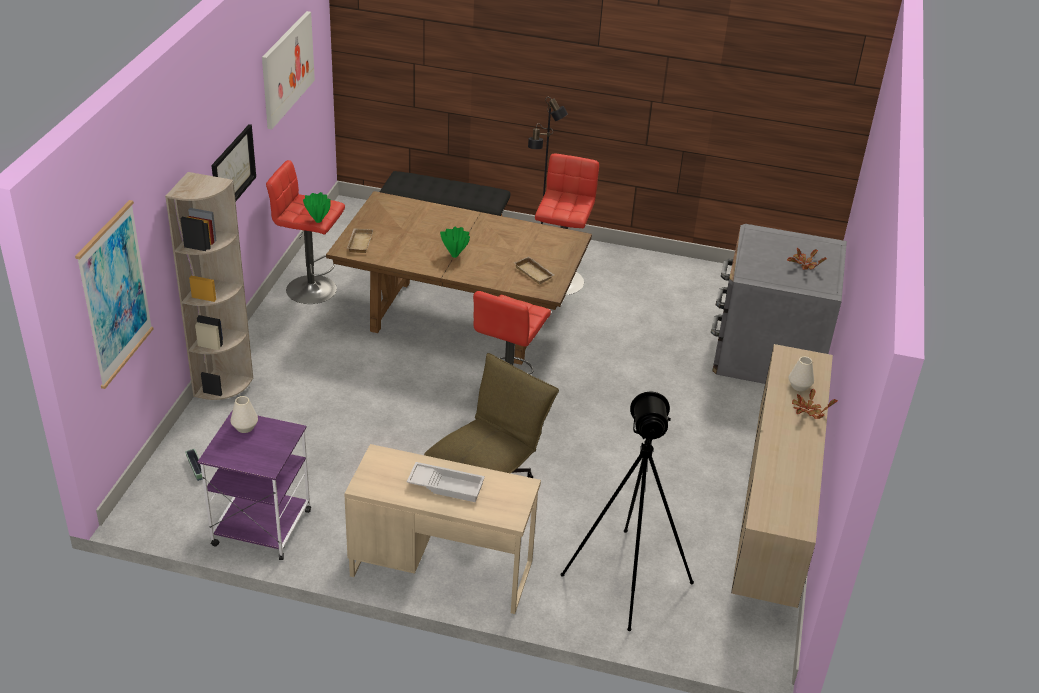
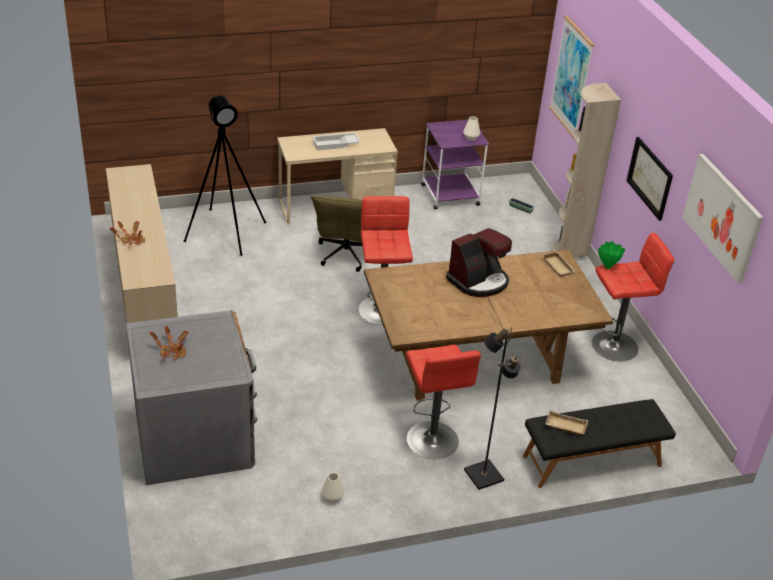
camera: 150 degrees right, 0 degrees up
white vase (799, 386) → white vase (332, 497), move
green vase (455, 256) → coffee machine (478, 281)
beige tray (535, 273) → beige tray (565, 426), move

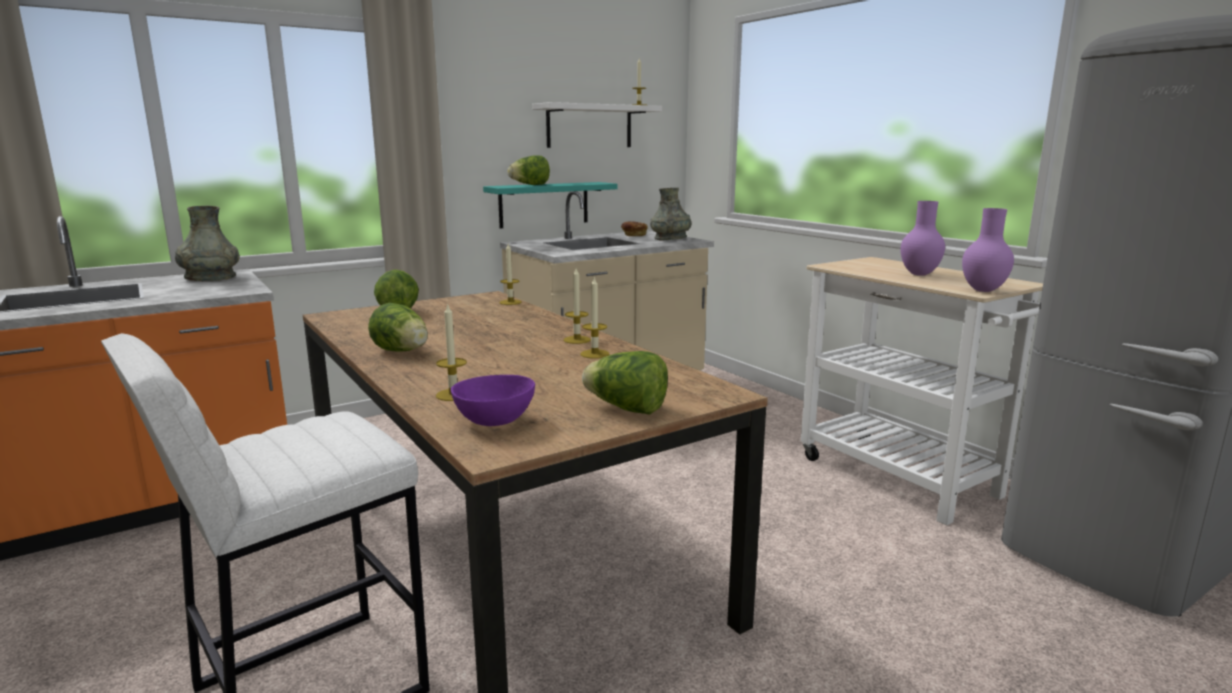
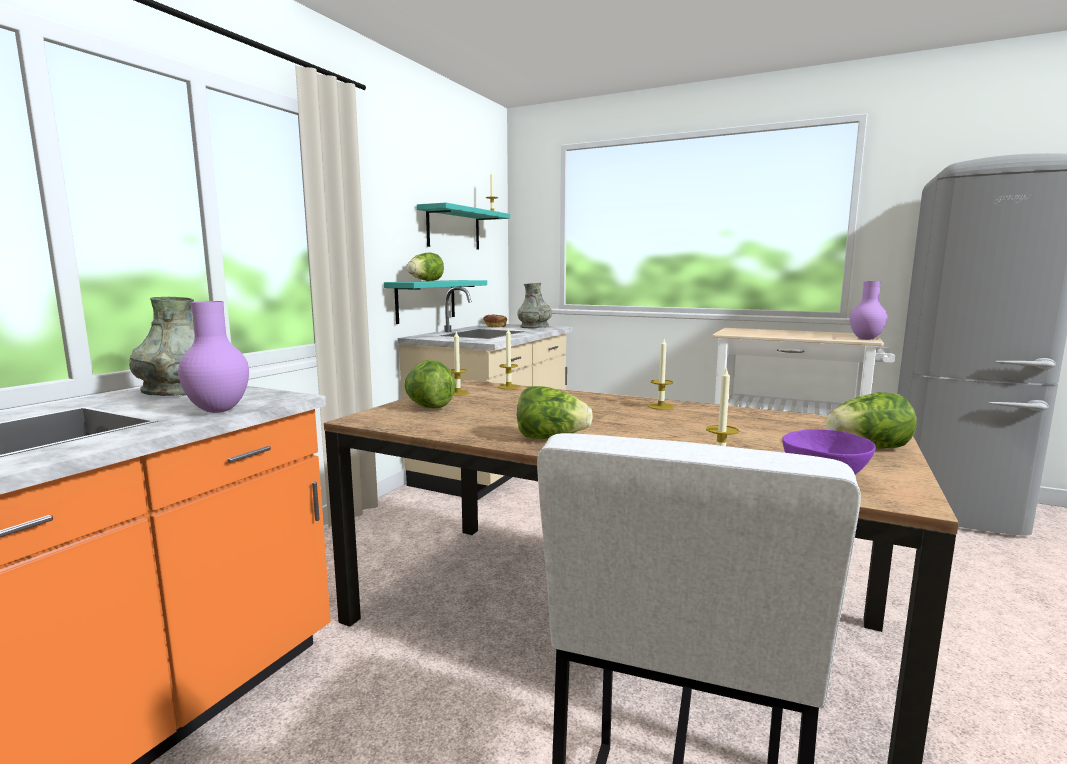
camera: 30 degrees left, 5 degrees down
purple vase (918, 274) → purple vase (217, 411), move
white shelf (589, 126) → turquoise shelf (453, 229)
candle (594, 354) → candle (457, 393), move

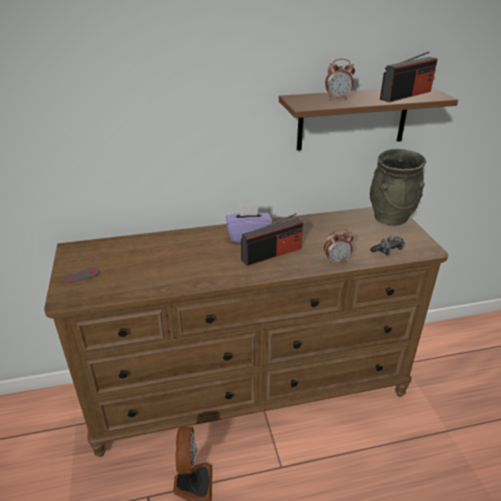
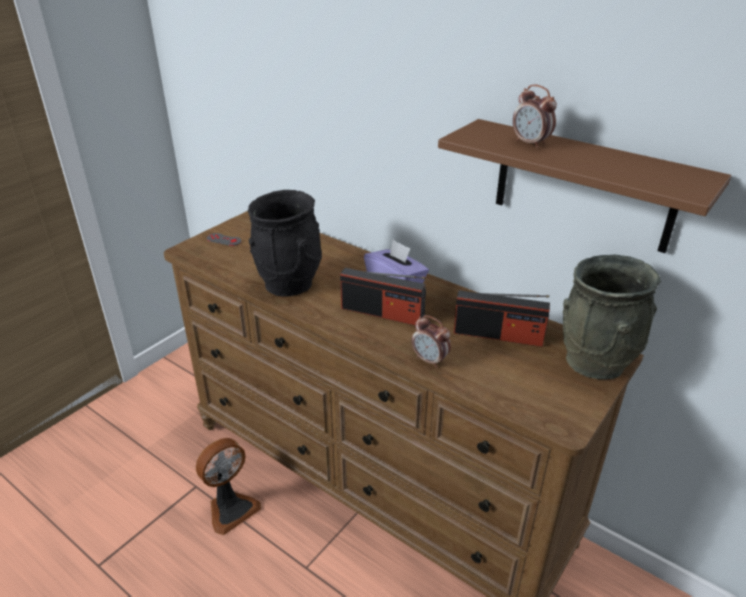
camera: 50 degrees right, 0 degrees up
- → black vase (289, 284)
radio (406, 95) → radio (498, 335), move
game controller (388, 250) → -

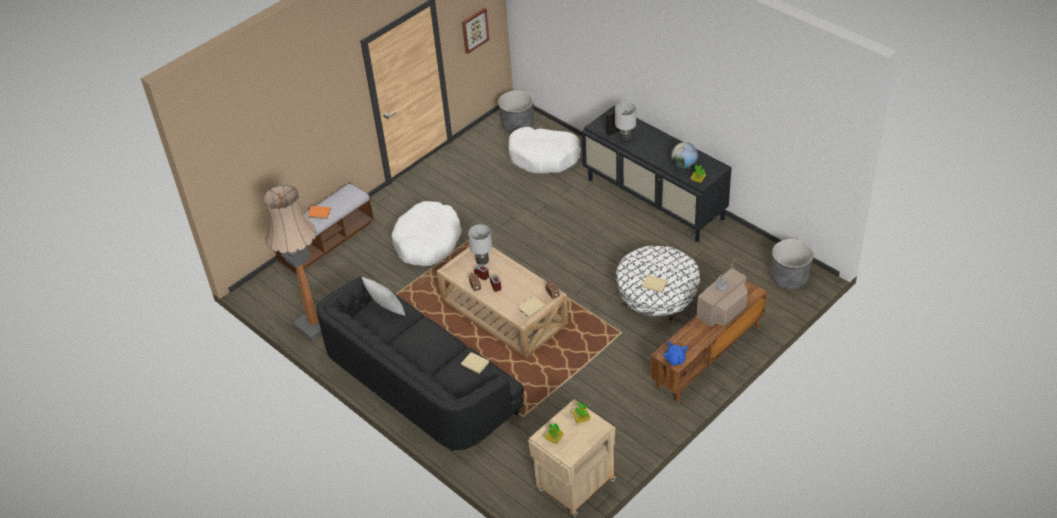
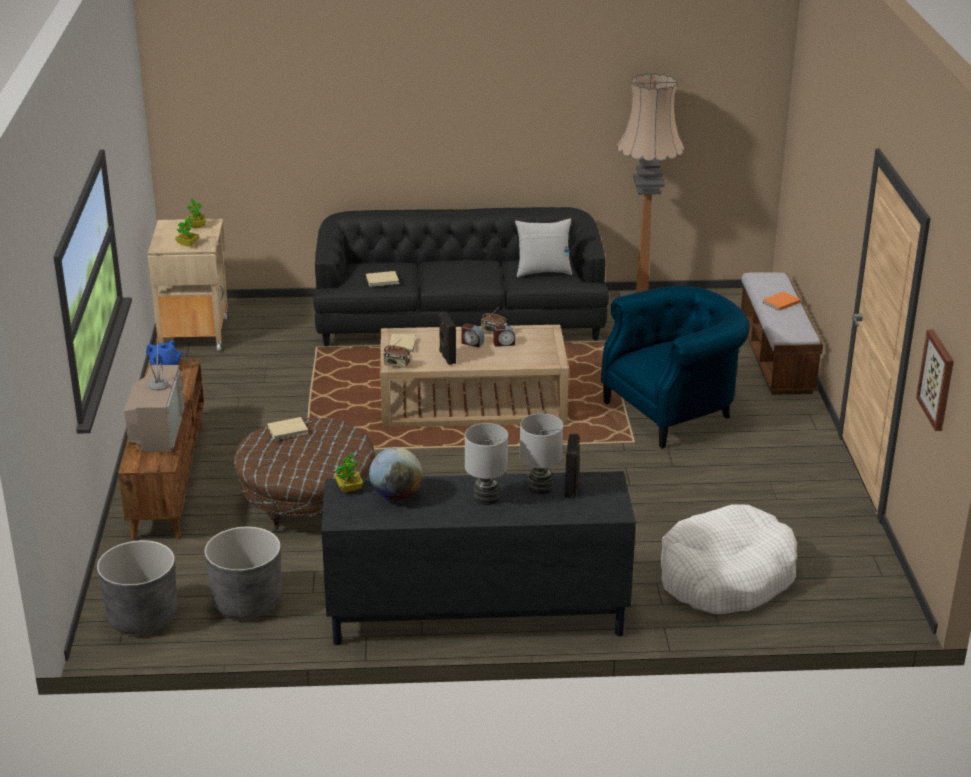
camera: 130 degrees right, 15 degrees down
grey planter (517, 126) → grey planter (247, 602), move
white ottoman (657, 298) → brown ottoman (307, 502)
- → black speaker (446, 357)
grey table lamp (482, 260) → grey table lamp (486, 498), move
white dog bed (427, 242) → blue armchair (674, 412)

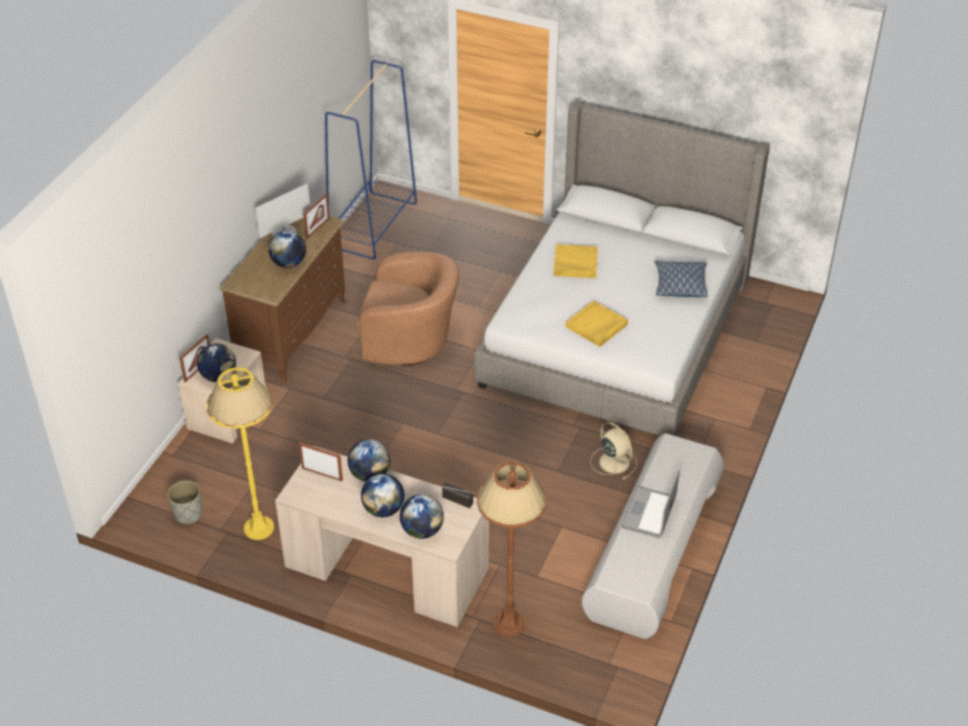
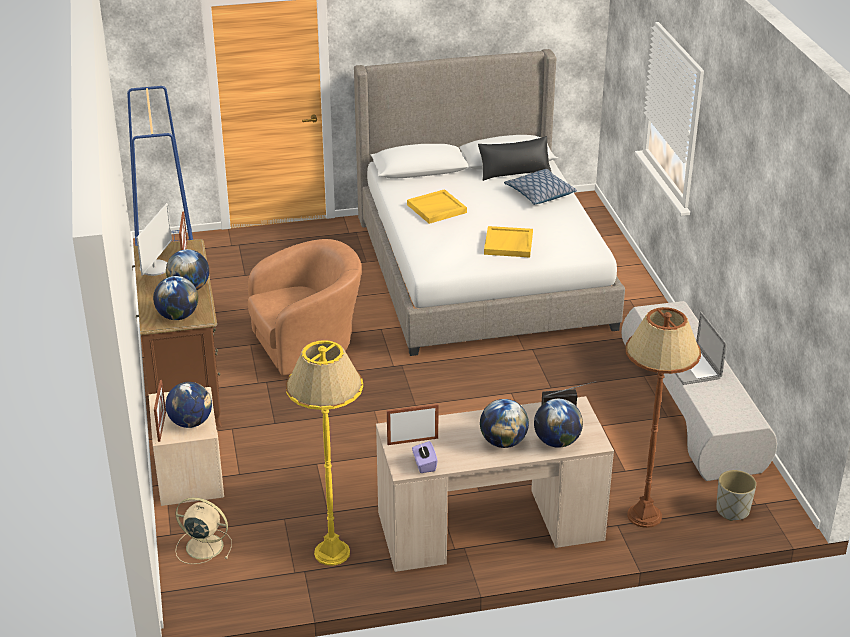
camera: 35 degrees left, 10 degrees down
globe (369, 474) → globe (177, 316), move
beige fan (613, 461) → beige fan (203, 546), move
- → purple tissue box (424, 465)
- → black pillow (514, 172)
grey planter (187, 514) → grey planter (732, 511), move

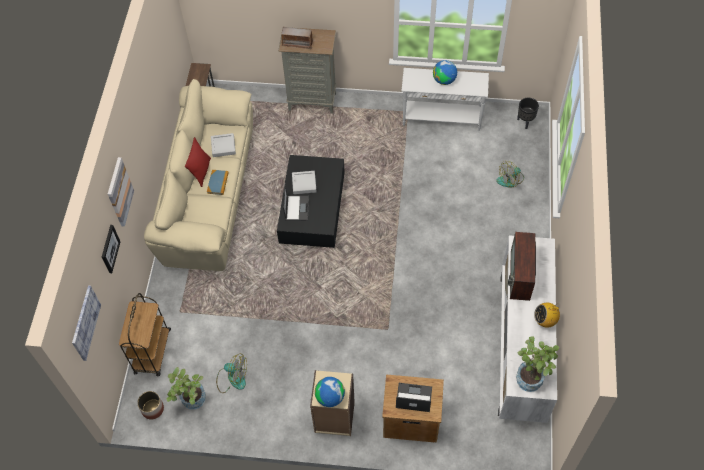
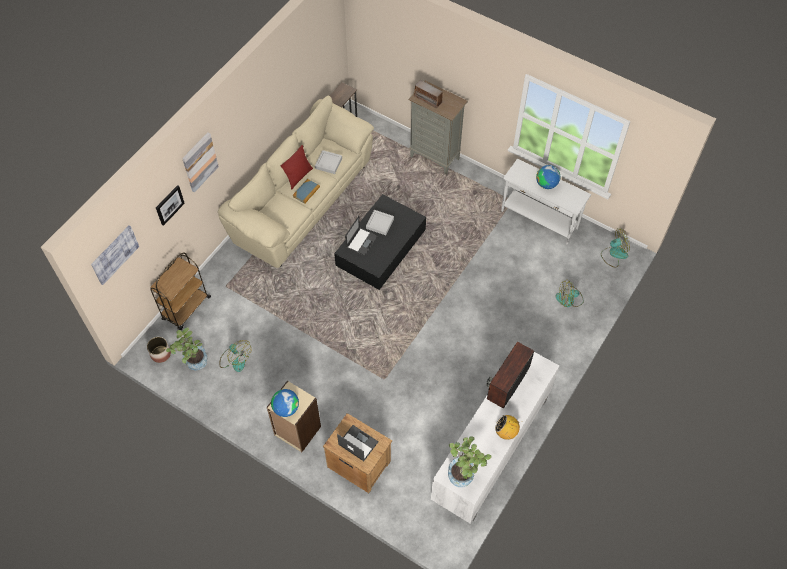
camera: 25 degrees right, 0 degrees up
black planter (525, 122) → fan (614, 254)

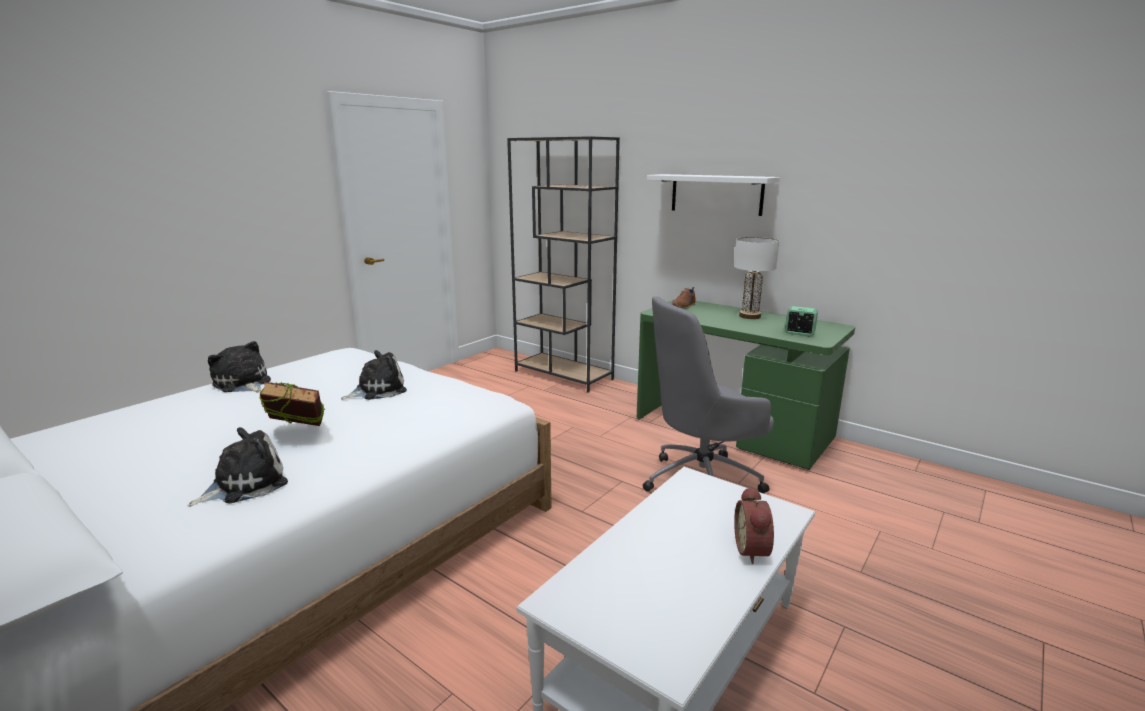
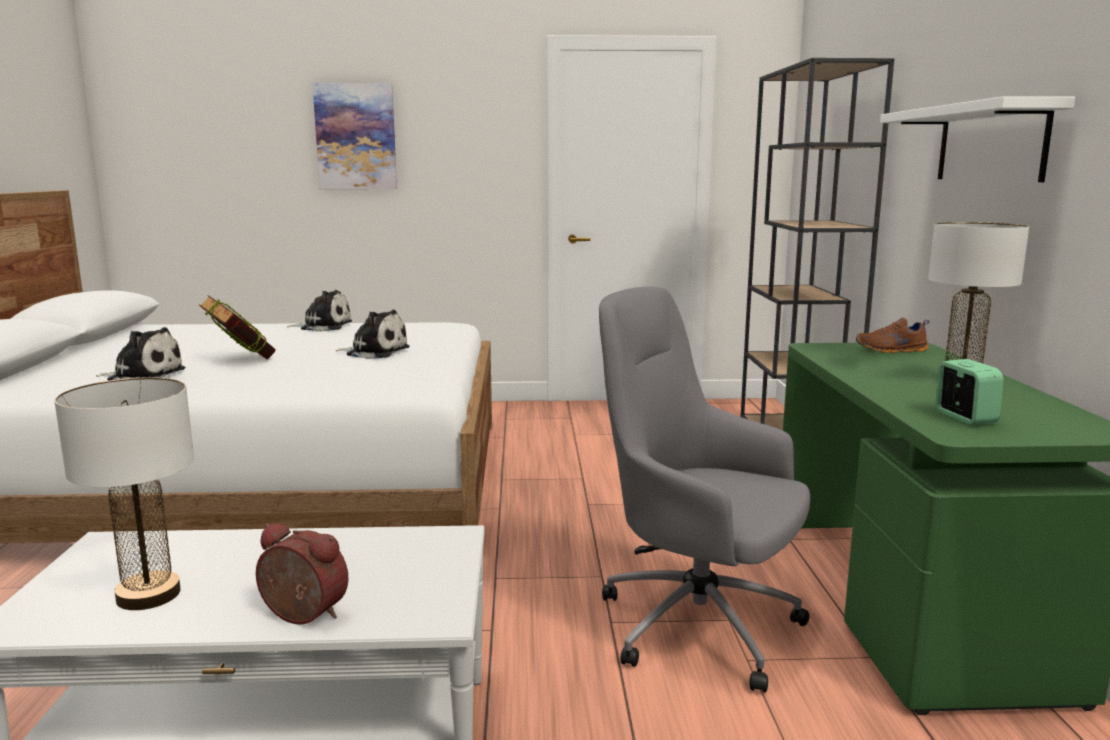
camera: 50 degrees right, 5 degrees down
- → table lamp (148, 595)
alarm clock (754, 550) → alarm clock (301, 617), 60 degrees clockwise
plush toy (243, 384) → plush toy (323, 326), 90 degrees clockwise
- → picture (356, 137)

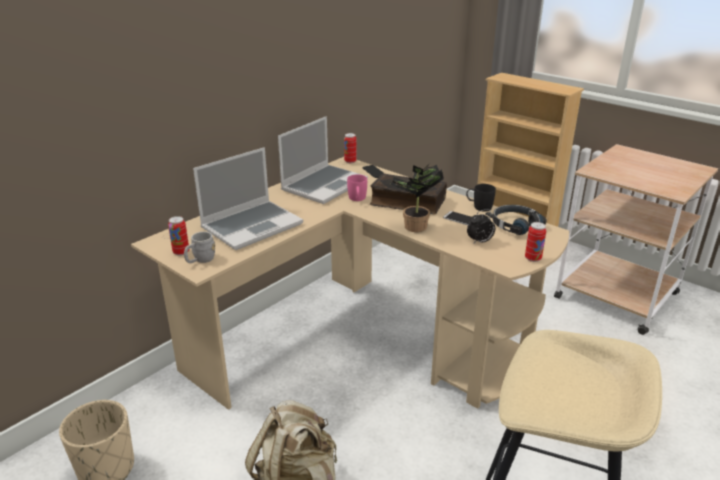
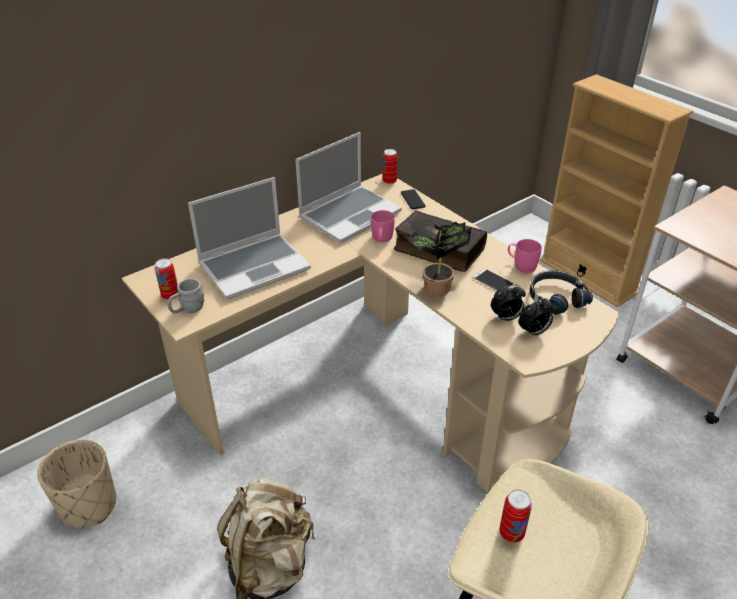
camera: 10 degrees right, 10 degrees up
can (533, 258) → can (511, 533), move
black mug (479, 207) → pink mug (521, 265)
- → alarm clock (533, 332)

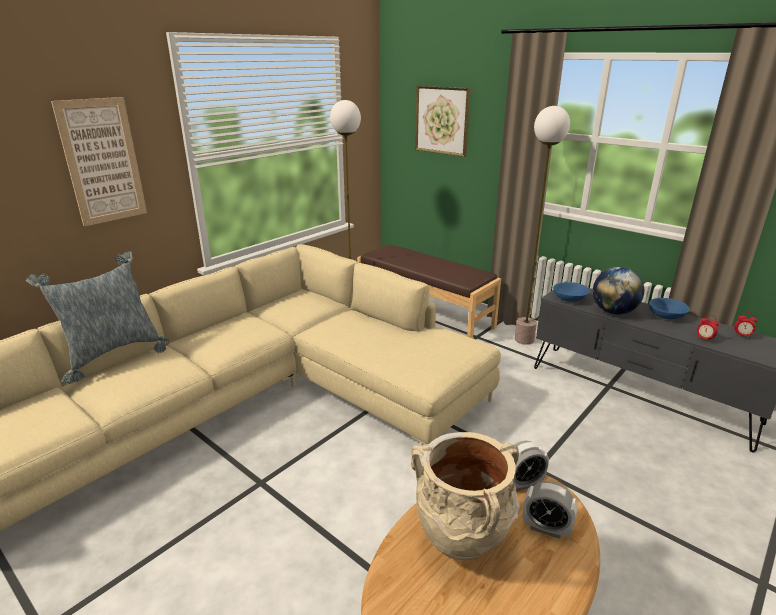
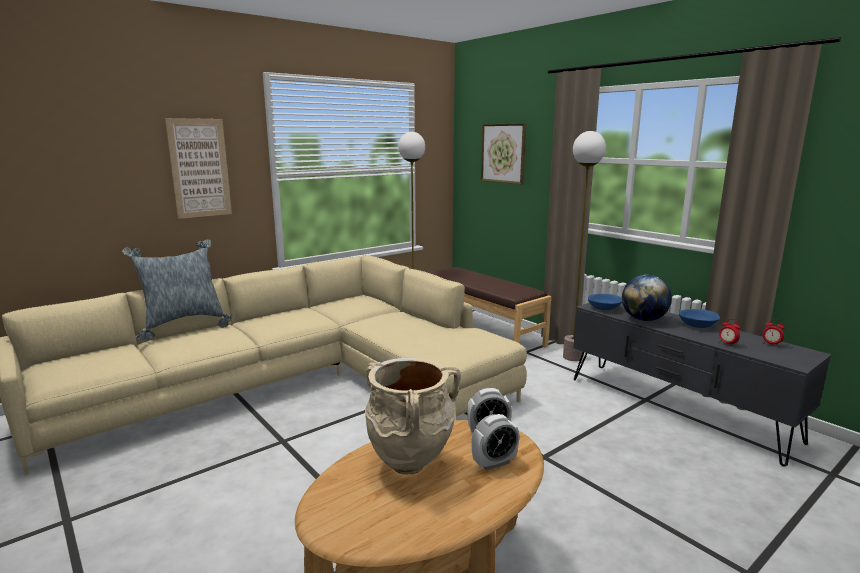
camera: 10 degrees right, 10 degrees down
alarm clock (546, 528) → alarm clock (494, 463), 60 degrees counterclockwise

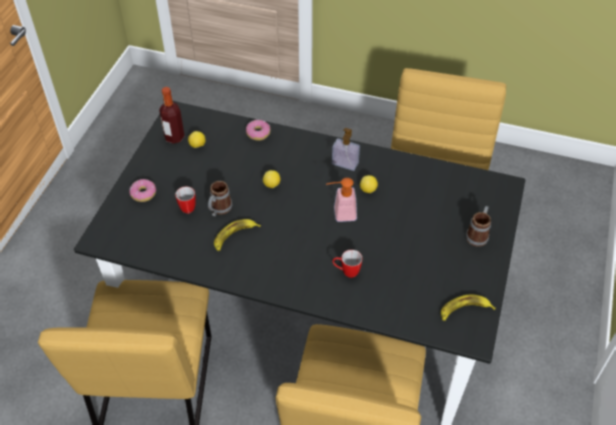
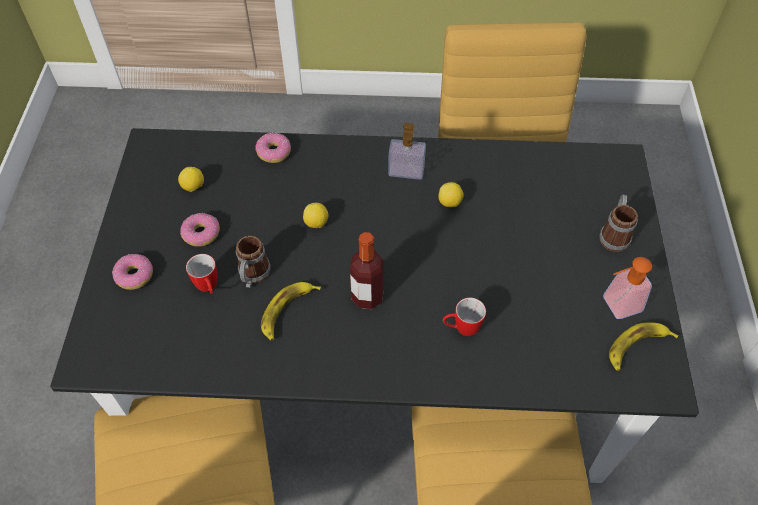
camera: 15 degrees left, 5 degrees up
- → donut (201, 234)
bottle (174, 137) → bottle (367, 297), move
soap dispenser (340, 214) → soap dispenser (615, 306), move

